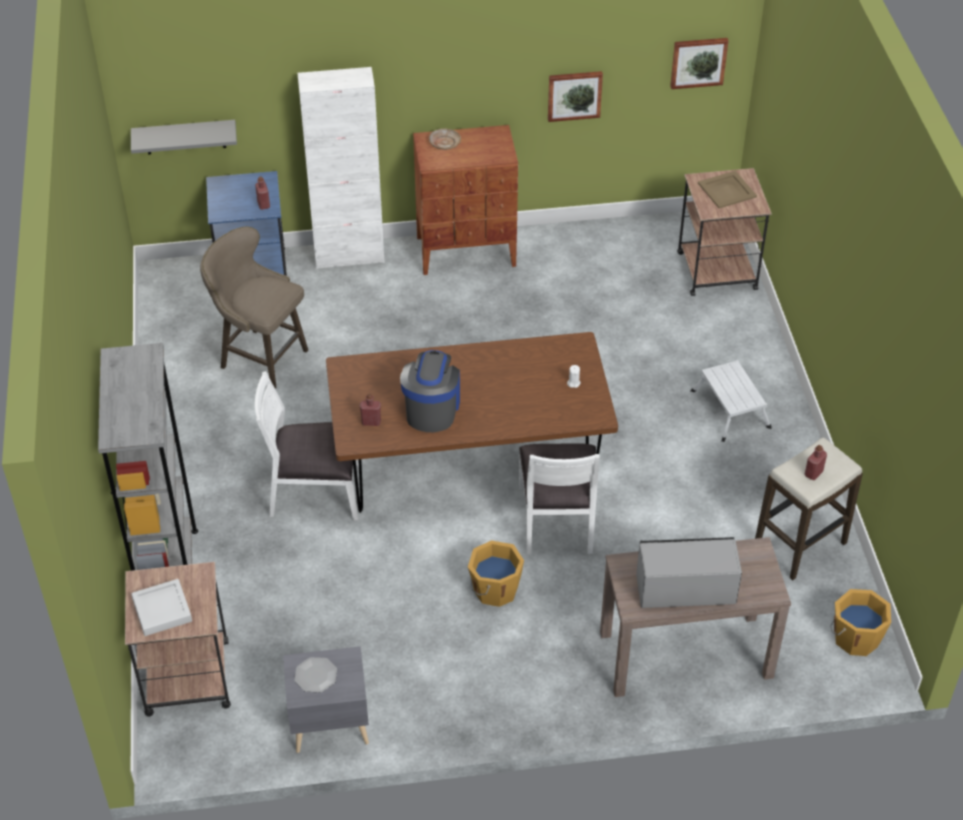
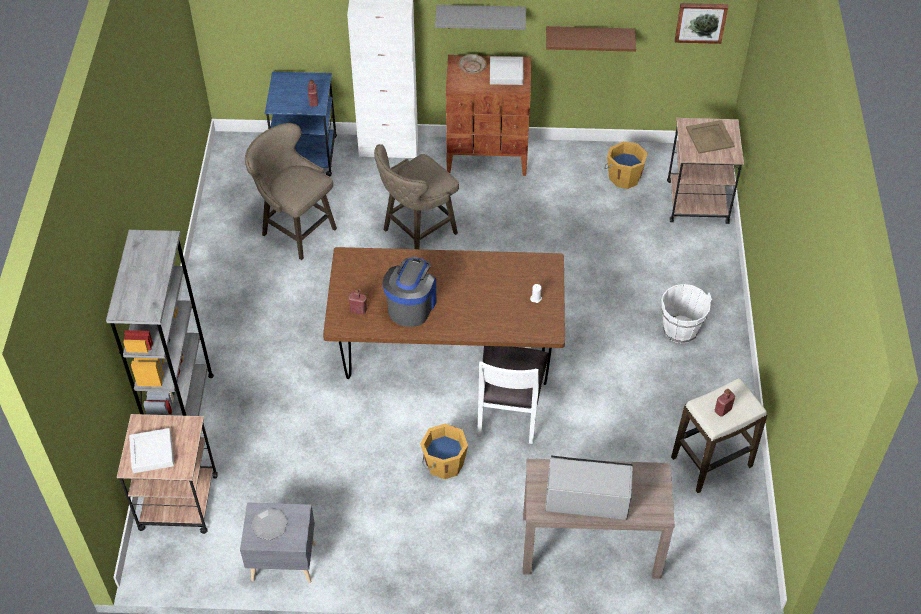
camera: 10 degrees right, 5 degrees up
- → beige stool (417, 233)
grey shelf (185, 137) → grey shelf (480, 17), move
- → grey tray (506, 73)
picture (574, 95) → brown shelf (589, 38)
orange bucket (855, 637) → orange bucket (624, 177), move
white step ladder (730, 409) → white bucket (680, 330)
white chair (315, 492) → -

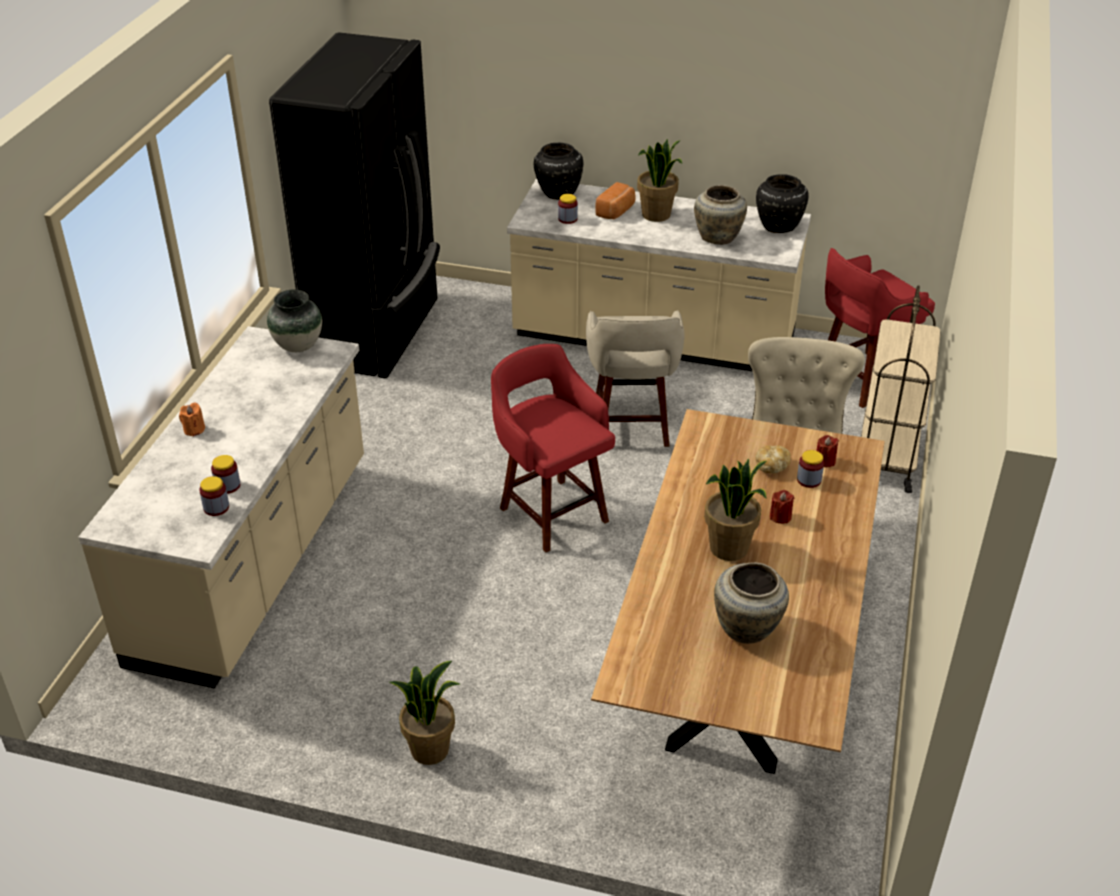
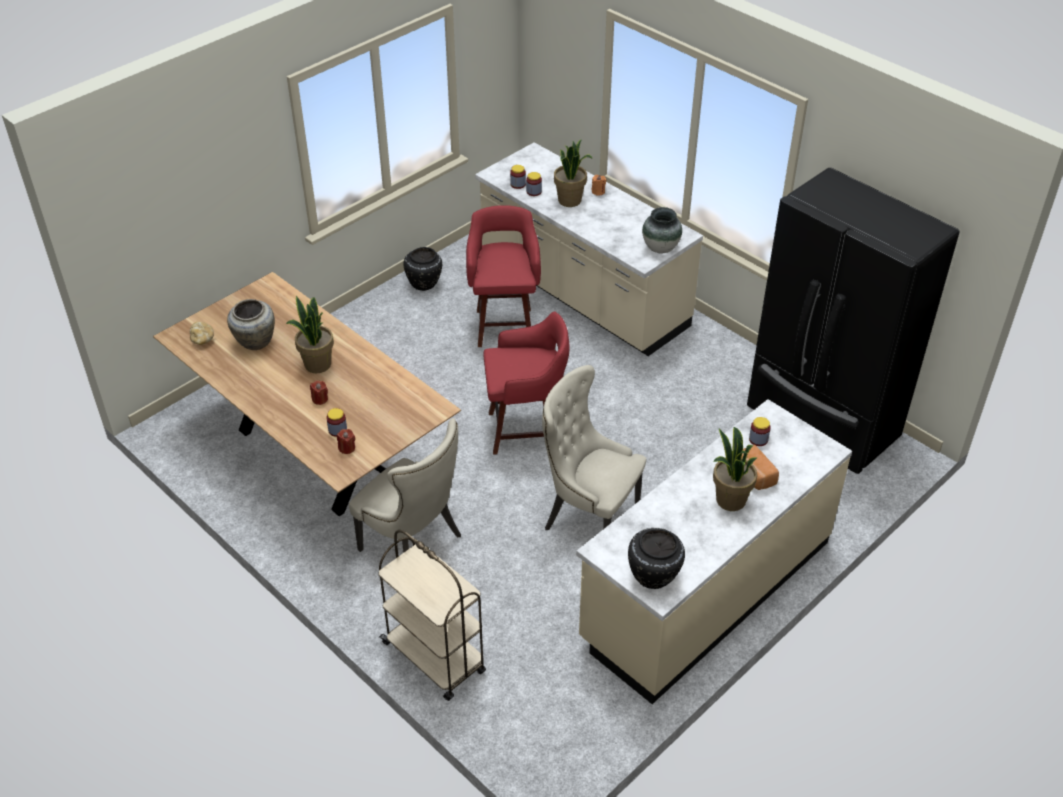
camera: 120 degrees right, 5 degrees up
bread (772, 466) → bread (202, 339), move
black vase (558, 192) → black vase (424, 284), move
red stool (861, 381) → red stool (505, 325), move
beige stool (630, 427) → beige chair (589, 515)
potted plant (430, 749) → potted plant (570, 200), move
beige vase (718, 237) → -

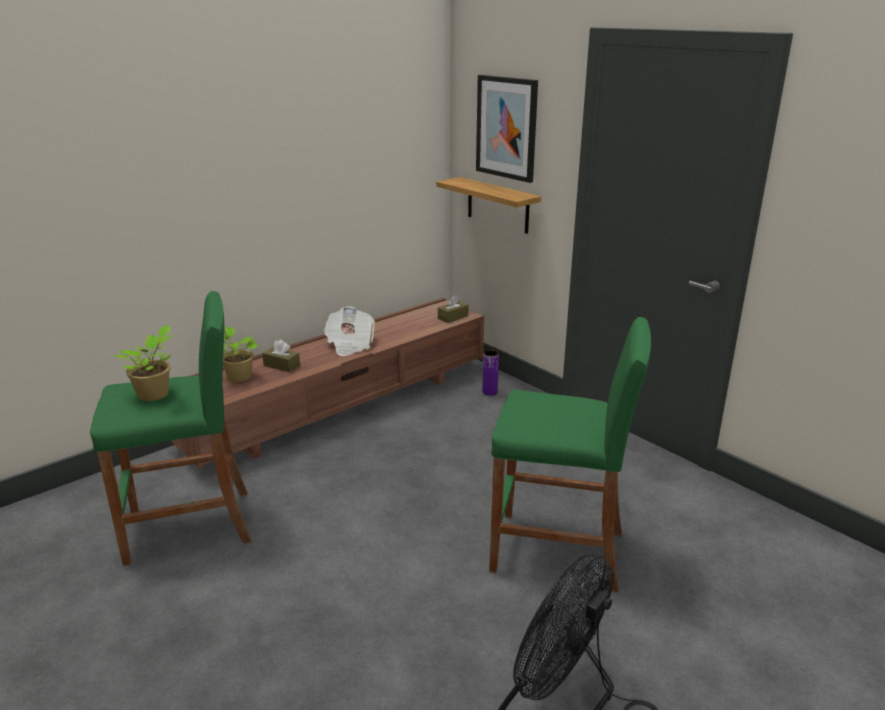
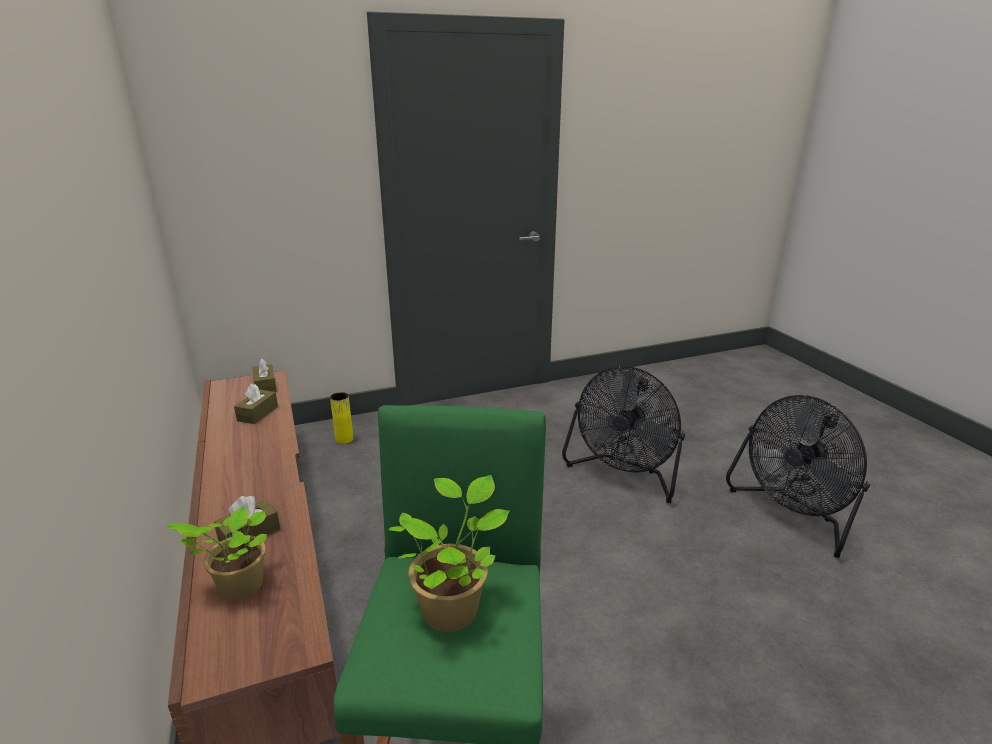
camera: 70 degrees left, 0 degrees up
- → brown tissue box (258, 413)
purple vase (489, 392) → yellow vase (344, 439)
green stool (558, 551) → black fan (621, 471)
newspaper (350, 345) → -
shelf (498, 205) → -
picture (506, 128) → -

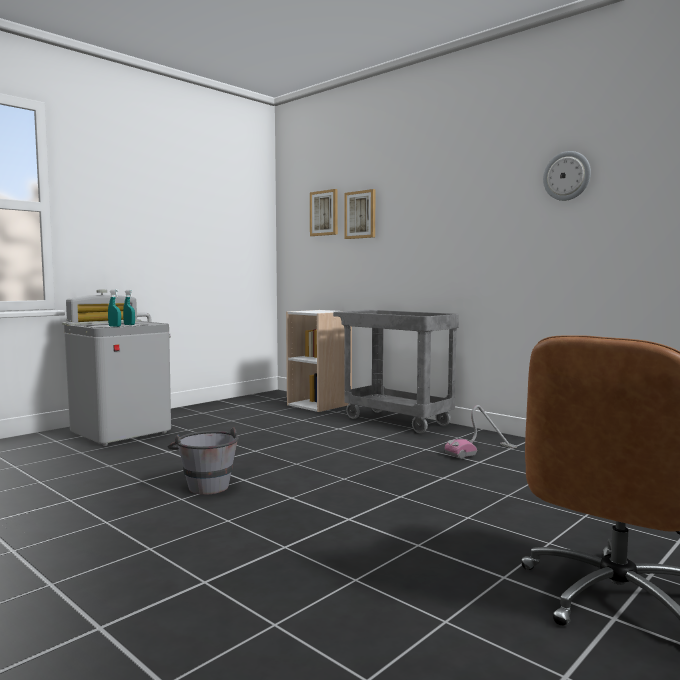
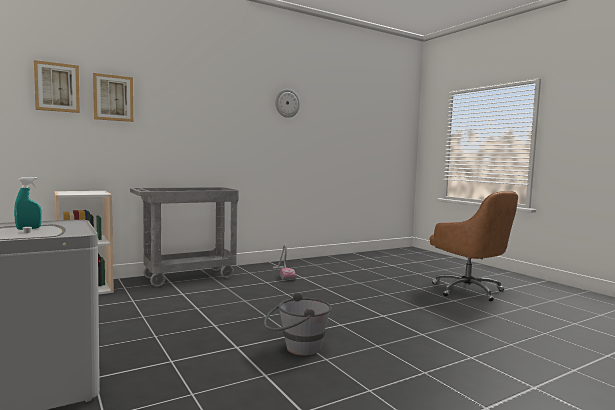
camera: 75 degrees left, 0 degrees up
turquoise spray bottle (115, 326) → -

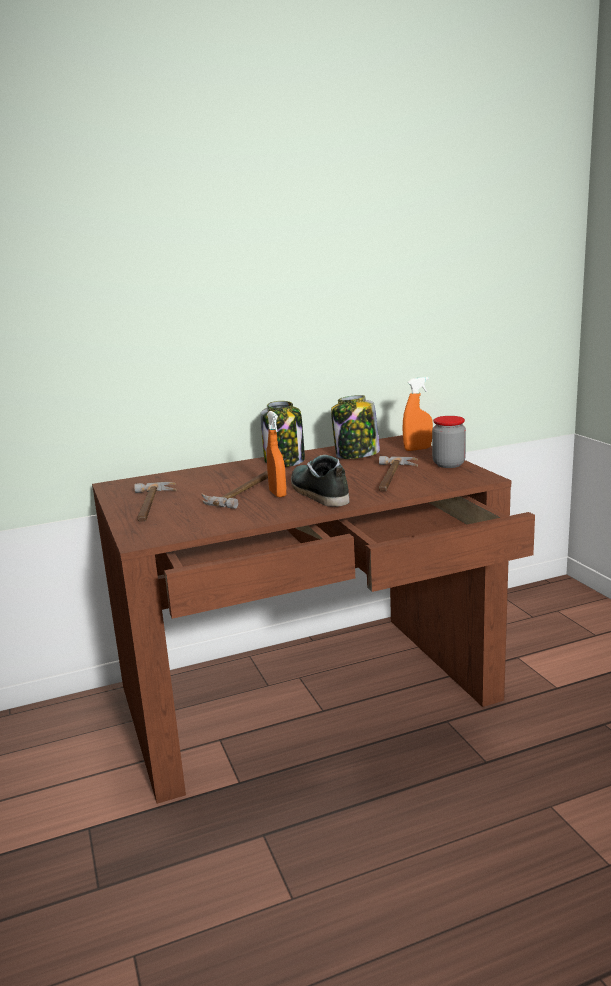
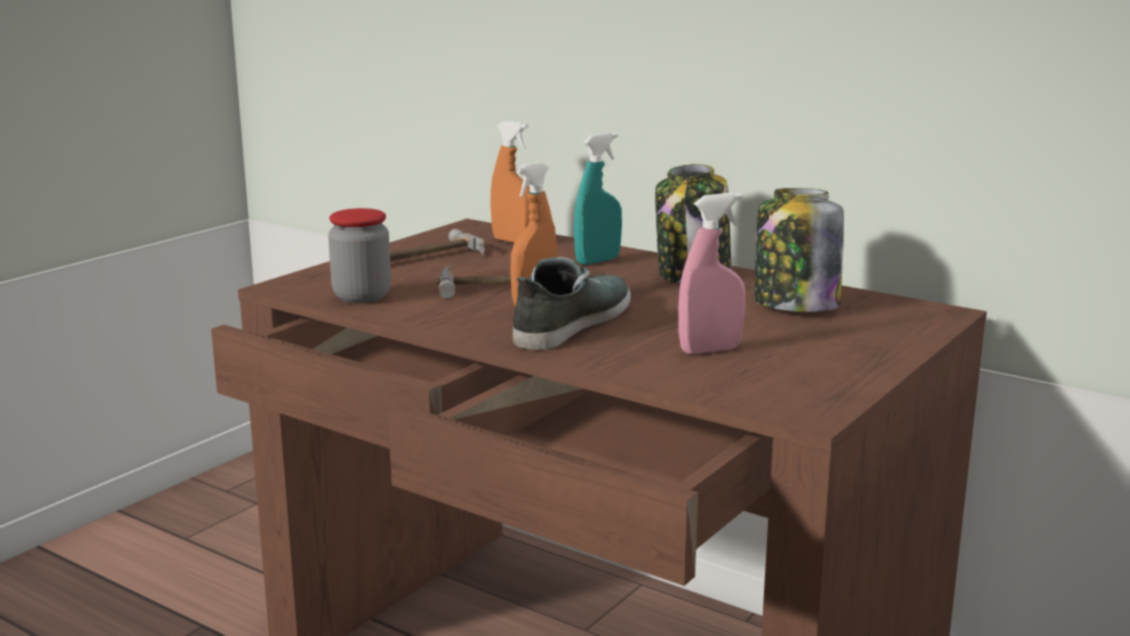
camera: 55 degrees right, 0 degrees up
jar (448, 464) → jar (362, 296), move
orange spray bottle (417, 449) → orange spray bottle (513, 241), move
- → turquoise spray bottle (598, 261)
hammer (392, 477) → pink spray bottle (710, 350)

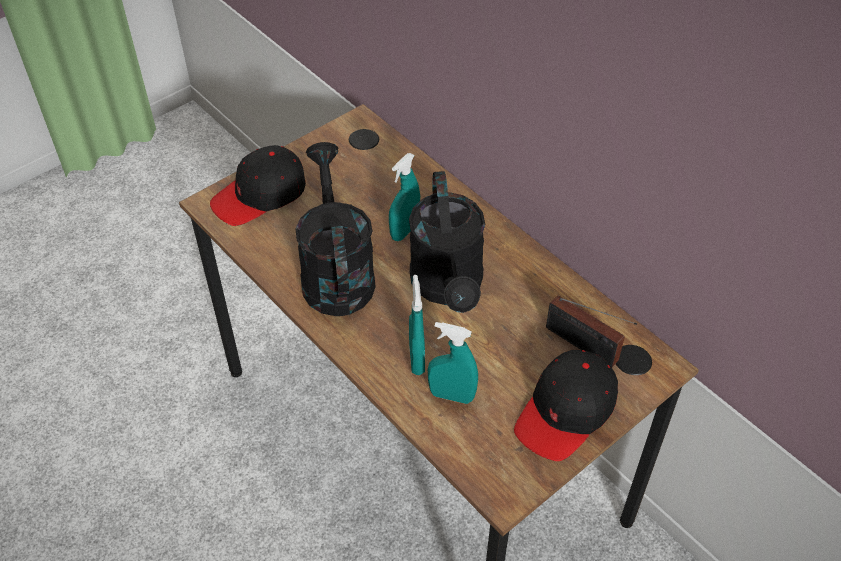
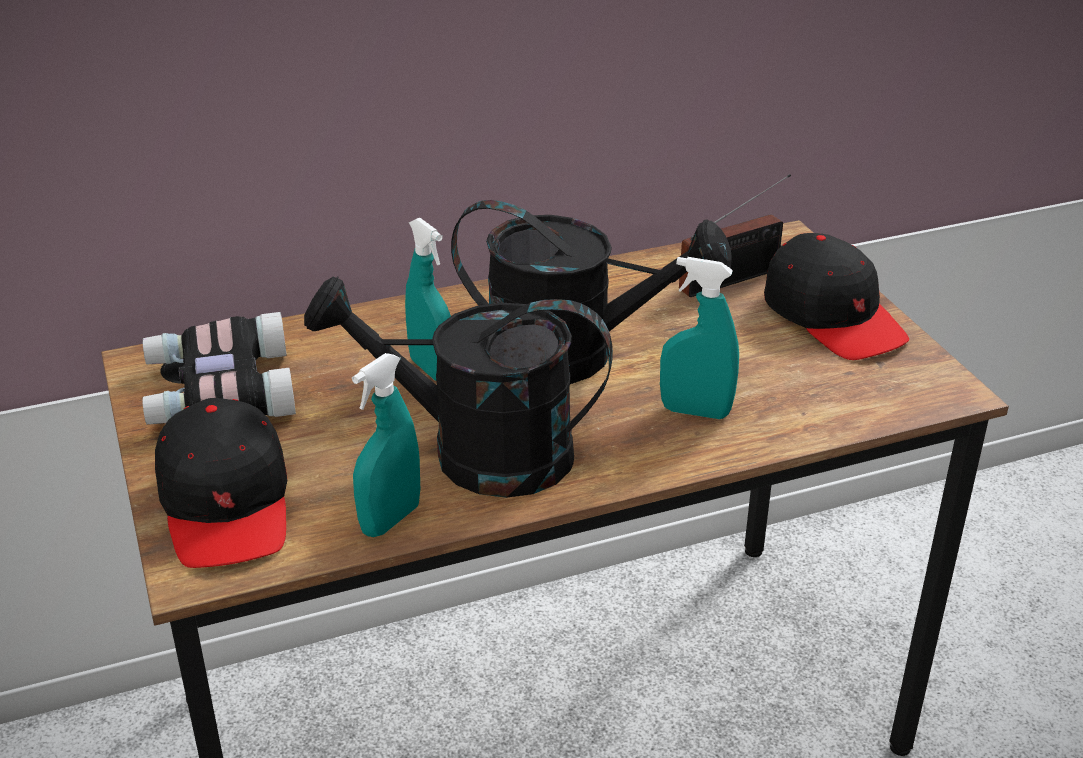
camera: 70 degrees left, 15 degrees down
- → binoculars (217, 390)
turquoise spray bottle (451, 395) → turquoise spray bottle (390, 519), move

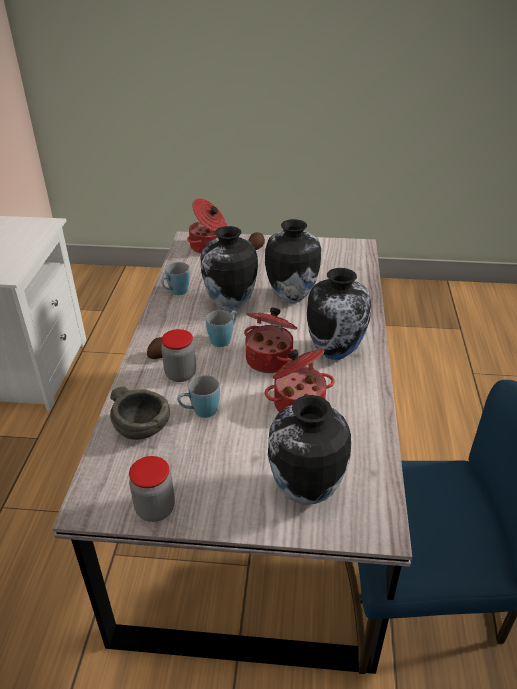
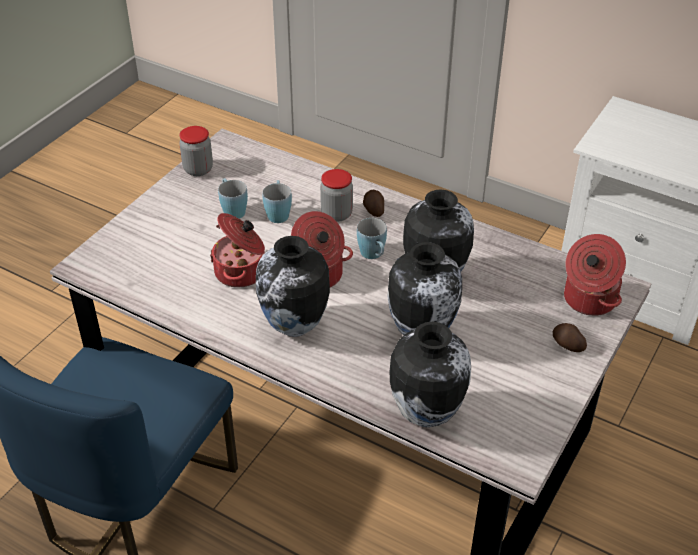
camera: 115 degrees right, 5 degrees up
blue mug (176, 292) → blue mug (232, 209), move
vase (305, 492) → vase (426, 414), move
grey bowl (143, 428) → -

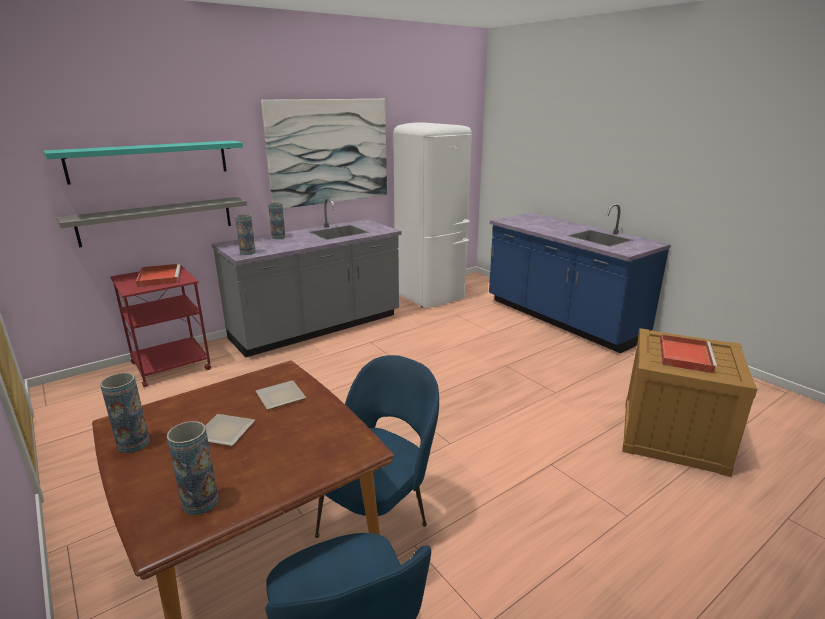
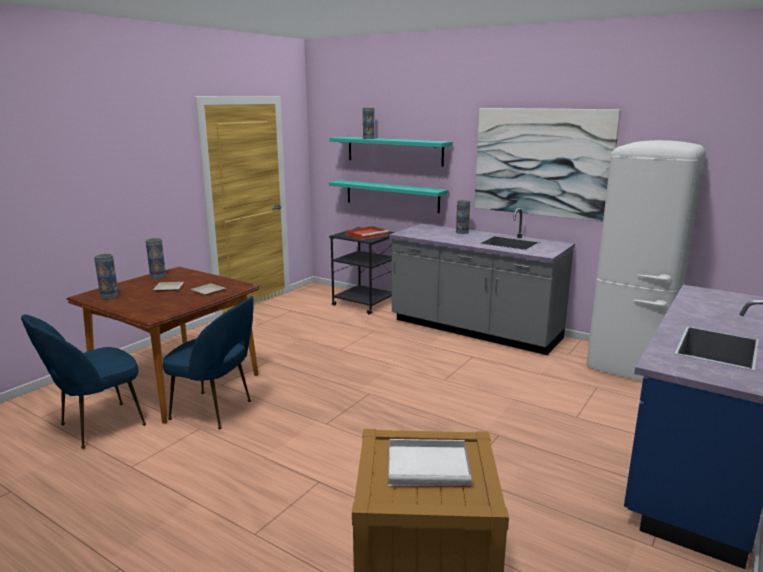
camera: 70 degrees right, 5 degrees down
grey shelf (157, 220) → turquoise shelf (391, 196)
red cart (172, 365) → black cart (365, 303)
vase (247, 253) → vase (368, 138), move
red tray (685, 355) → white tray (430, 466)

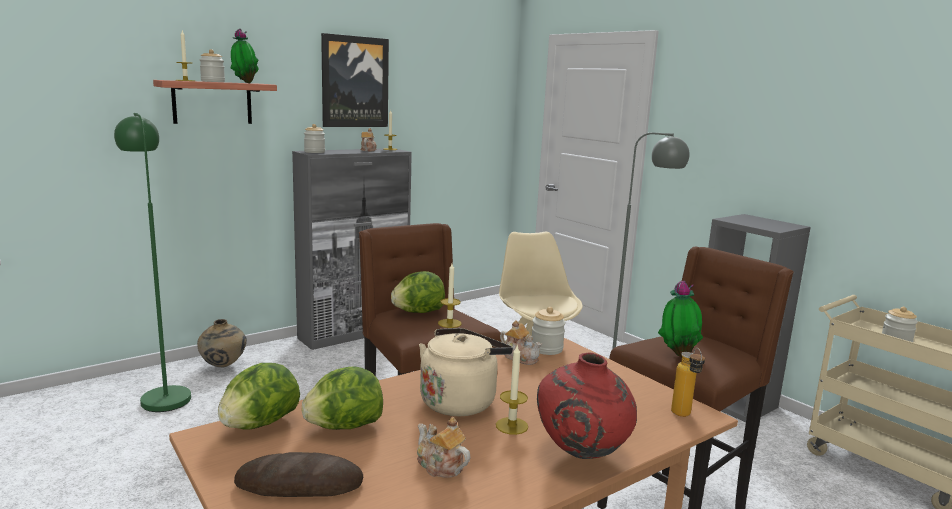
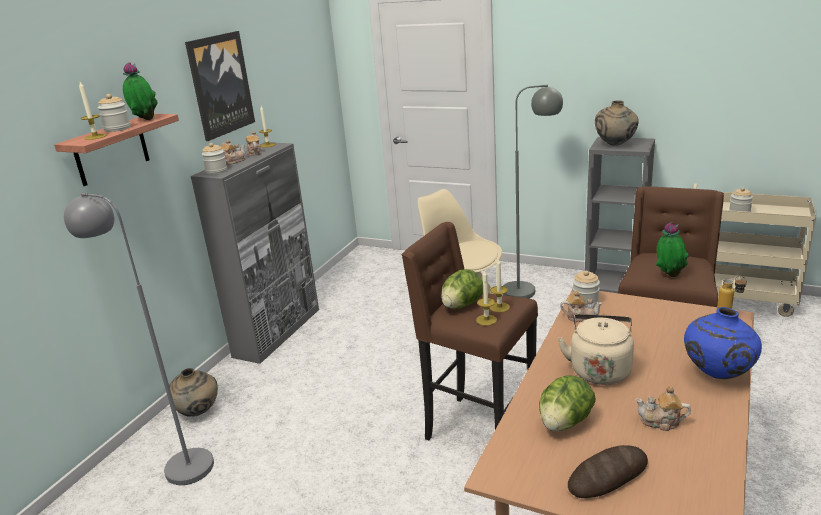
camera: 25 degrees left, 10 degrees up
green floor lamp (162, 395) → grey floor lamp (178, 465)
- → teapot (233, 161)
candle (511, 426) → candle (486, 320), move
- → beige vase (615, 145)
red vase (582, 454) → blue vase (717, 375)
lettuce (259, 424) → -

